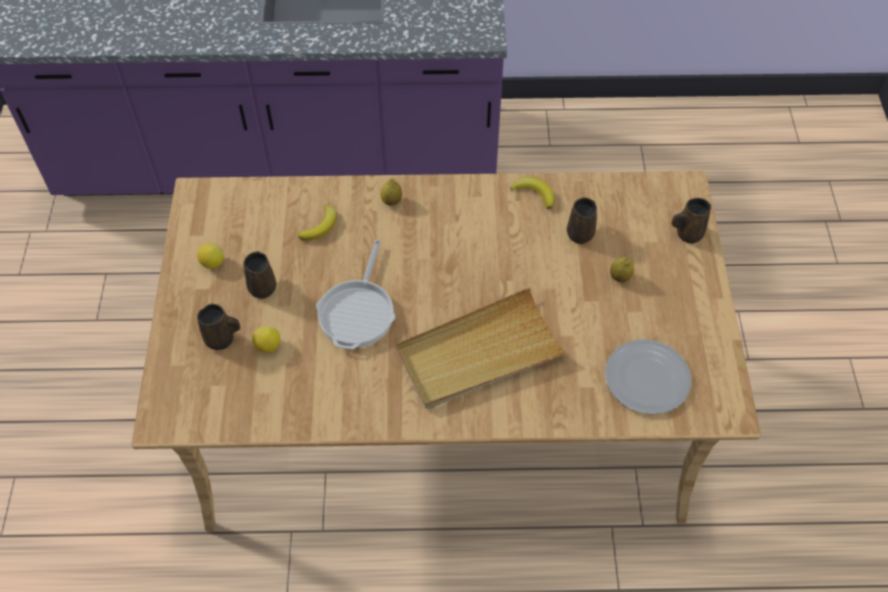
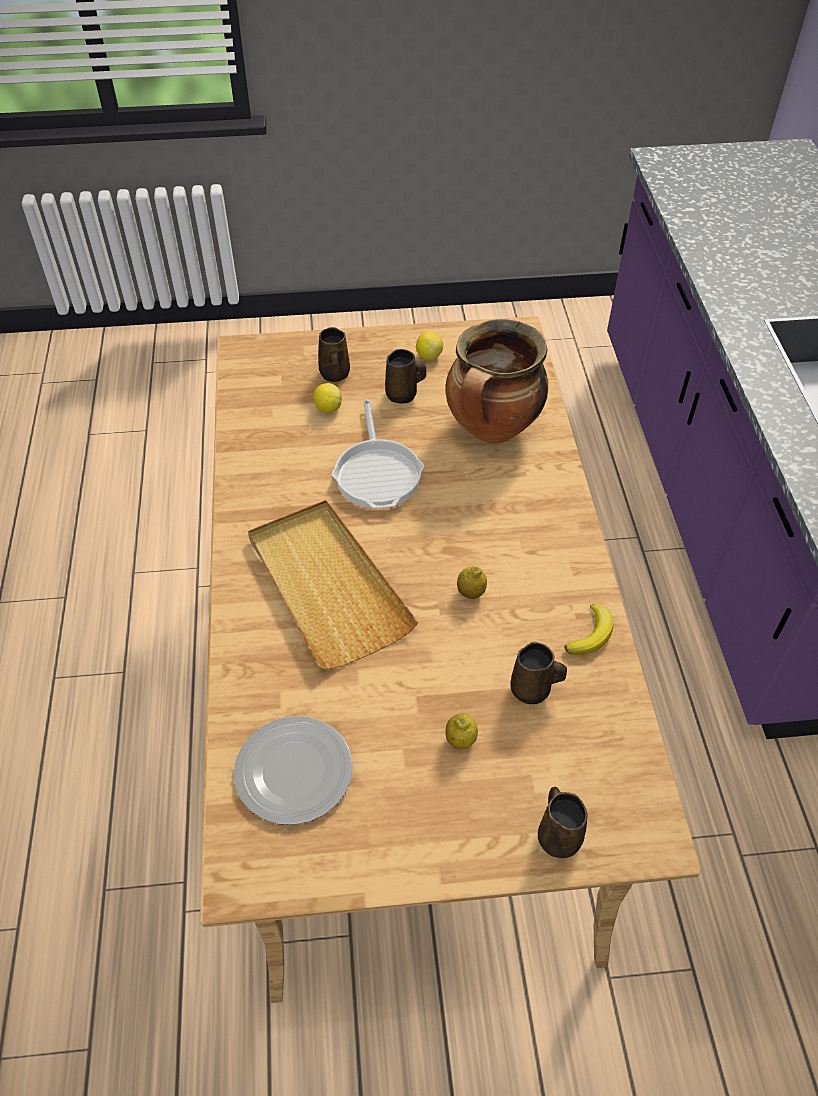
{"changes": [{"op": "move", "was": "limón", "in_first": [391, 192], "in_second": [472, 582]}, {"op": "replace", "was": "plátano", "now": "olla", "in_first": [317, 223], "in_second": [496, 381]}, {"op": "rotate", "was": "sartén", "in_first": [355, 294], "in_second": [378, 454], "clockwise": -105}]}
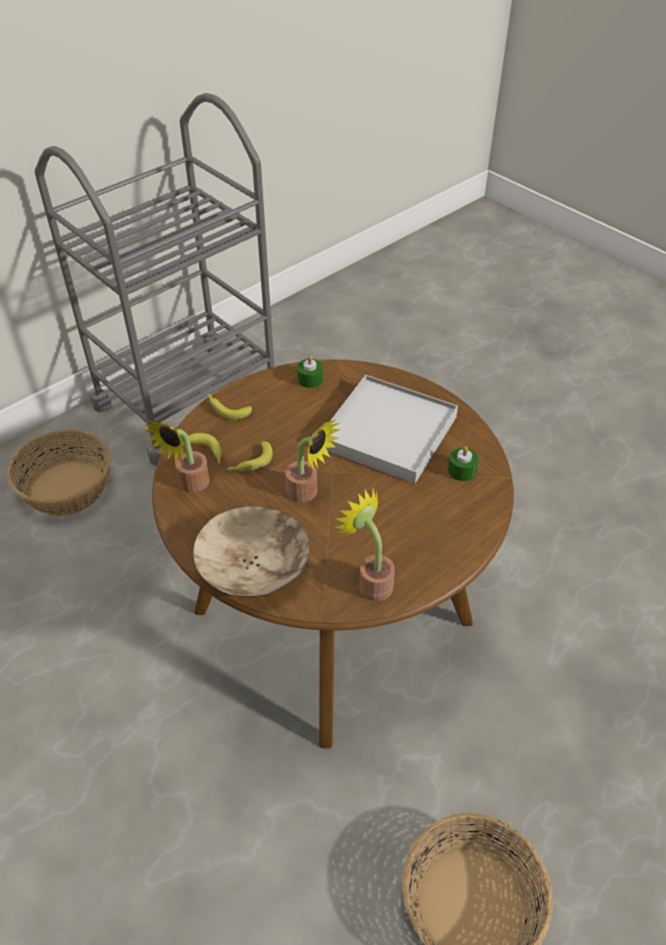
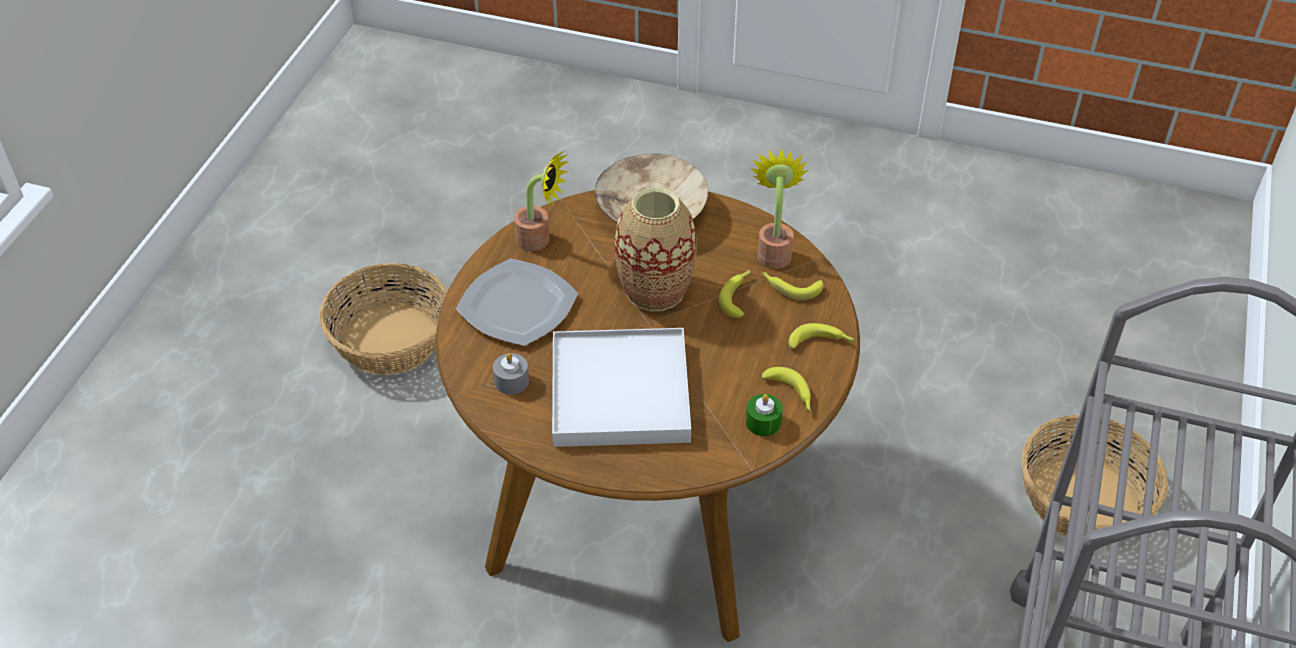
{"changes": [{"op": "replace", "was": "planta en maceta", "now": "florero", "in_first": [313, 461], "in_second": [656, 249]}, {"op": "recolor", "was": "vela (verde)", "now": "vela (gris)", "in_first": [463, 463], "in_second": [511, 374]}, {"op": "insert", "now": "plato", "in_second": [517, 302]}, {"op": "insert", "now": "plátano", "in_second": [786, 389]}]}
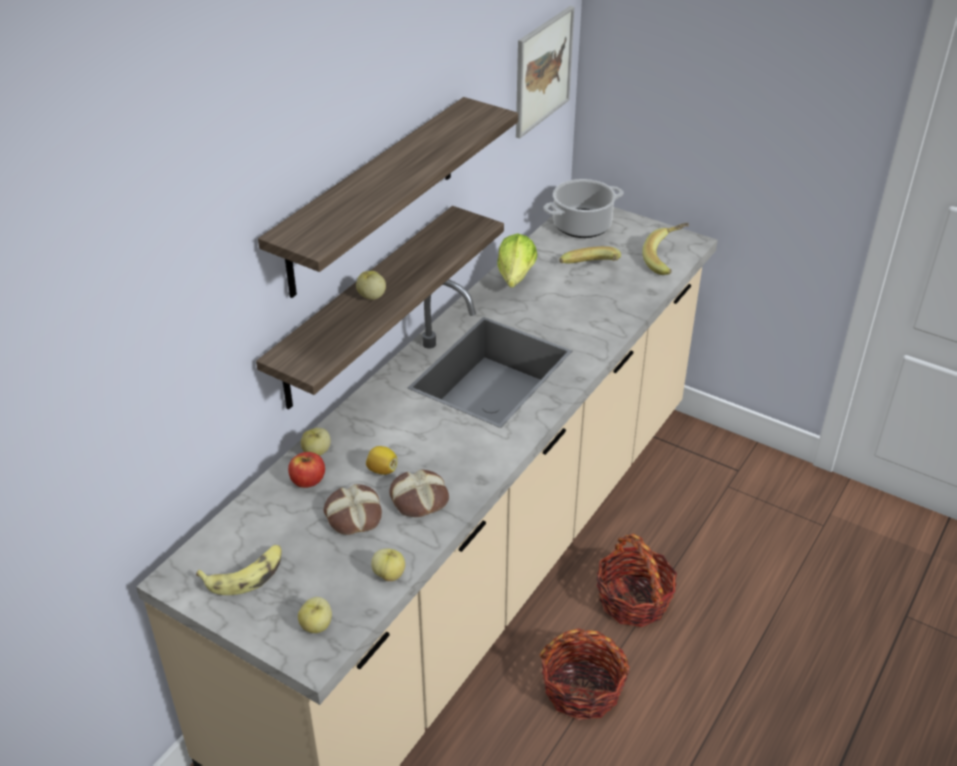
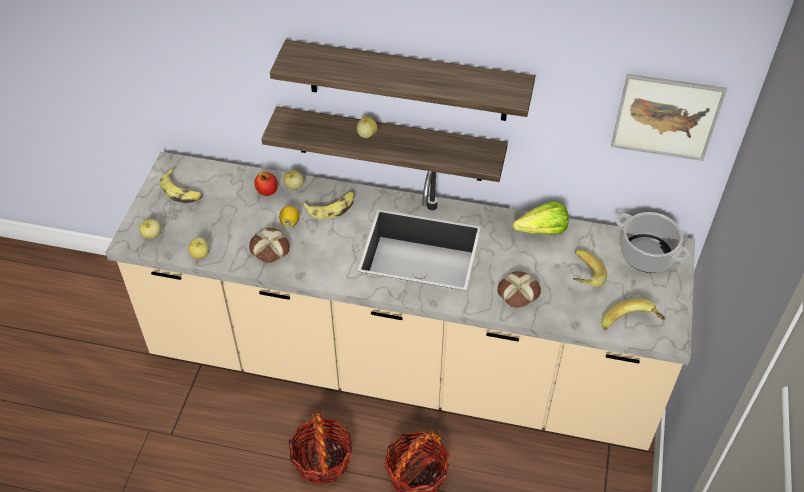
{"changes": [{"op": "move", "was": "pan", "in_first": [353, 509], "in_second": [519, 289]}, {"op": "insert", "now": "plátano", "in_second": [328, 205]}]}
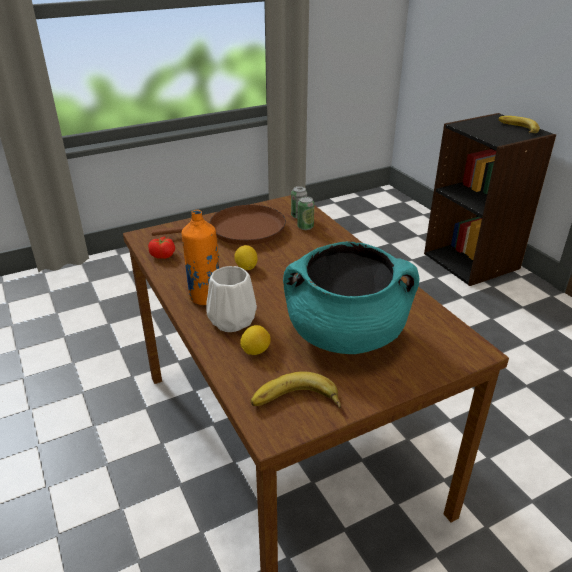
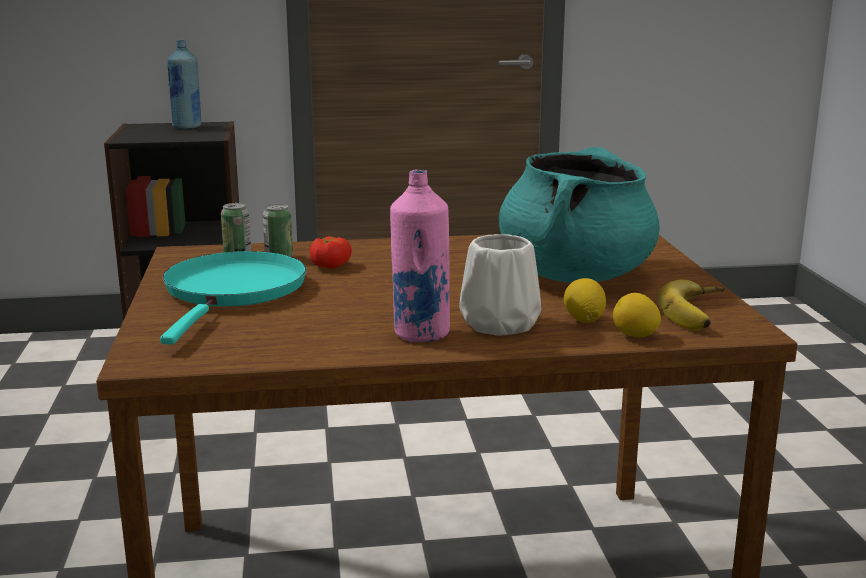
{"changes": [{"op": "replace", "was": "plátano", "now": "botella (azul)", "in_first": [519, 124], "in_second": [185, 84]}, {"op": "recolor", "was": "sartén (marrón)", "now": "sartén (turquesa)", "in_first": [219, 225], "in_second": [233, 298]}, {"op": "recolor", "was": "botella (naranja)", "now": "botella (rosa)", "in_first": [200, 257], "in_second": [420, 256]}, {"op": "move", "was": "tomate", "in_first": [161, 248], "in_second": [331, 252]}, {"op": "move", "was": "limón", "in_first": [246, 257], "in_second": [637, 315]}]}
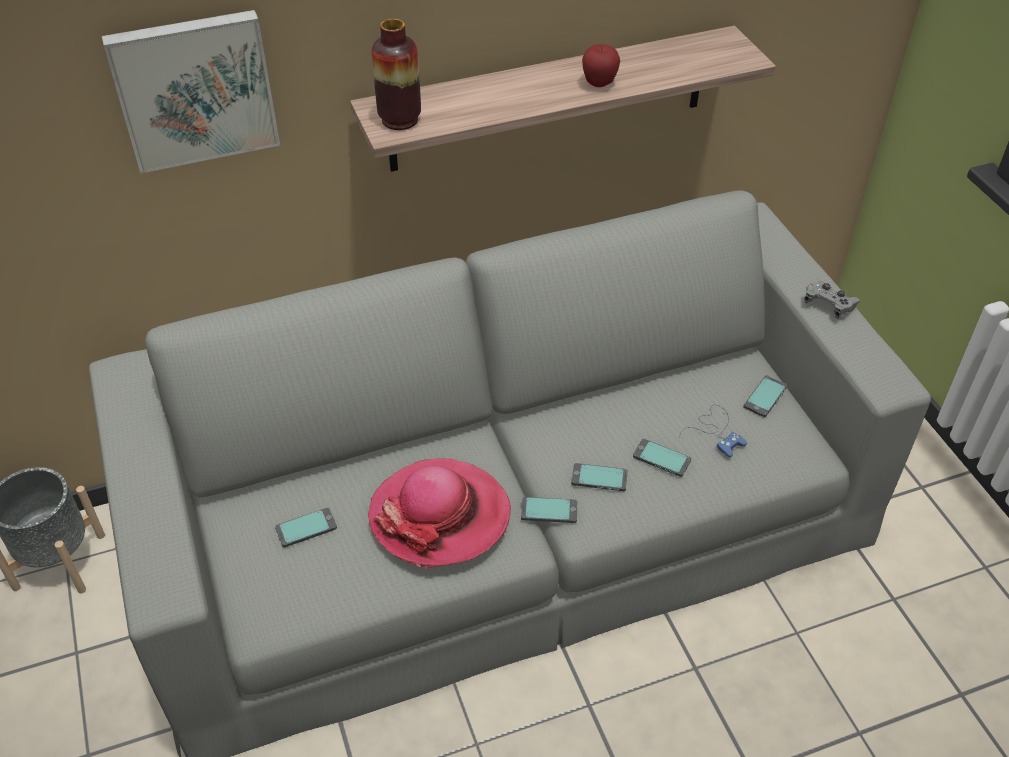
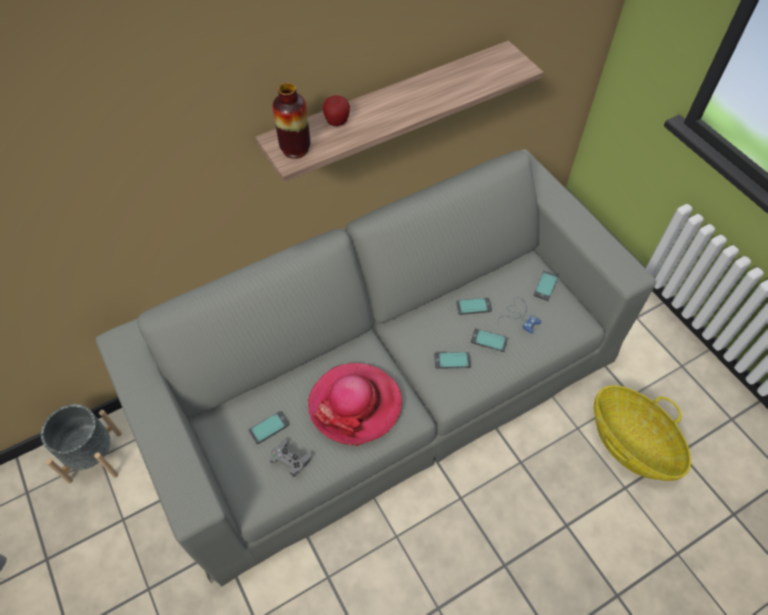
{"changes": [{"op": "delete", "was": "cuadro", "in_first": [191, 92]}, {"op": "move", "was": "manzana", "in_first": [601, 65], "in_second": [336, 111]}, {"op": "move", "was": "mando de consola (gris)", "in_first": [832, 299], "in_second": [291, 458]}, {"op": "move", "was": "móvil", "in_first": [549, 510], "in_second": [474, 306]}, {"op": "insert", "now": "cesta", "in_second": [642, 433]}]}
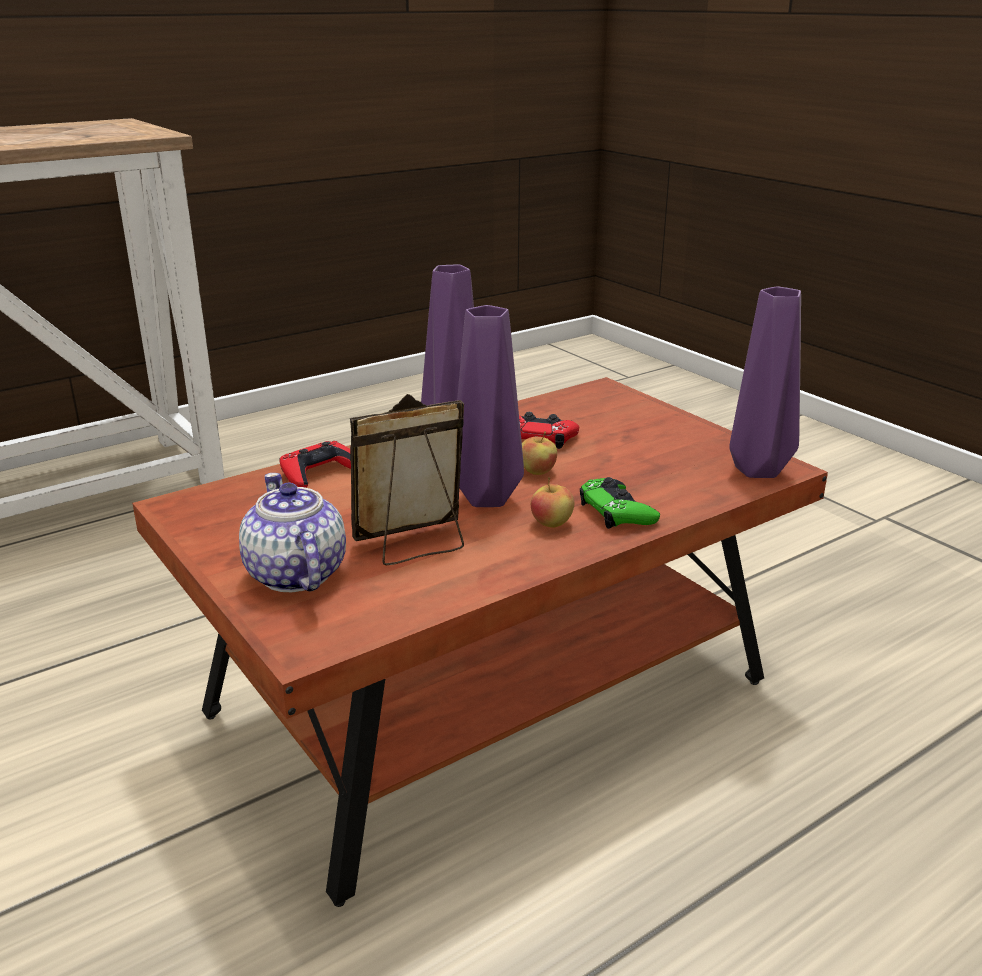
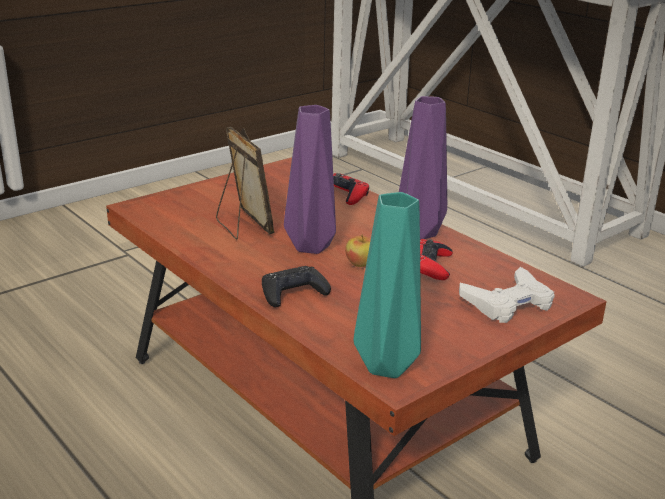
{"changes": [{"op": "recolor", "was": "florero (morado)", "now": "florero (turquesa)", "in_first": [765, 382], "in_second": [387, 285]}, {"op": "delete", "was": "tetera", "in_first": [292, 532]}, {"op": "delete", "was": "manzana", "in_first": [552, 502]}, {"op": "recolor", "was": "mando de consola (verde)", "now": "mando de consola (negro)", "in_first": [620, 503], "in_second": [296, 287]}, {"op": "insert", "now": "mando de consola (blanco)", "in_second": [507, 295]}]}
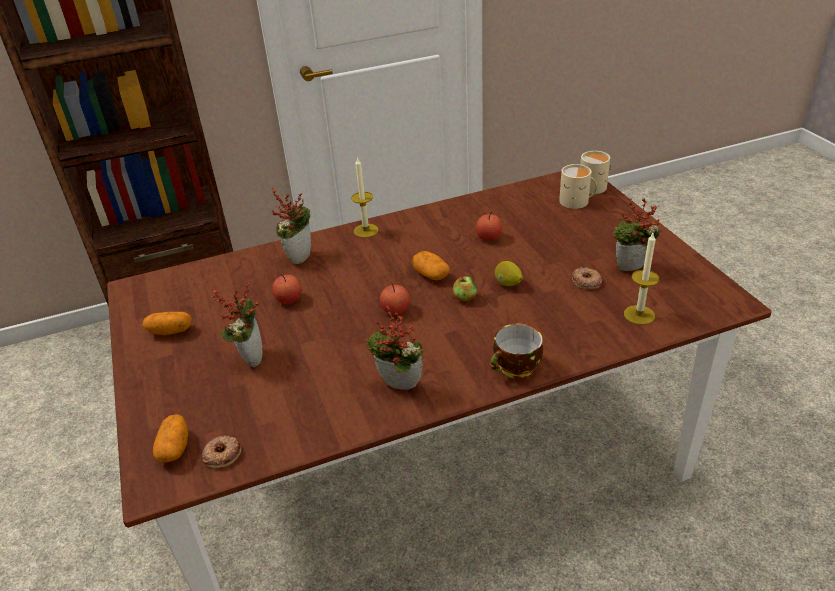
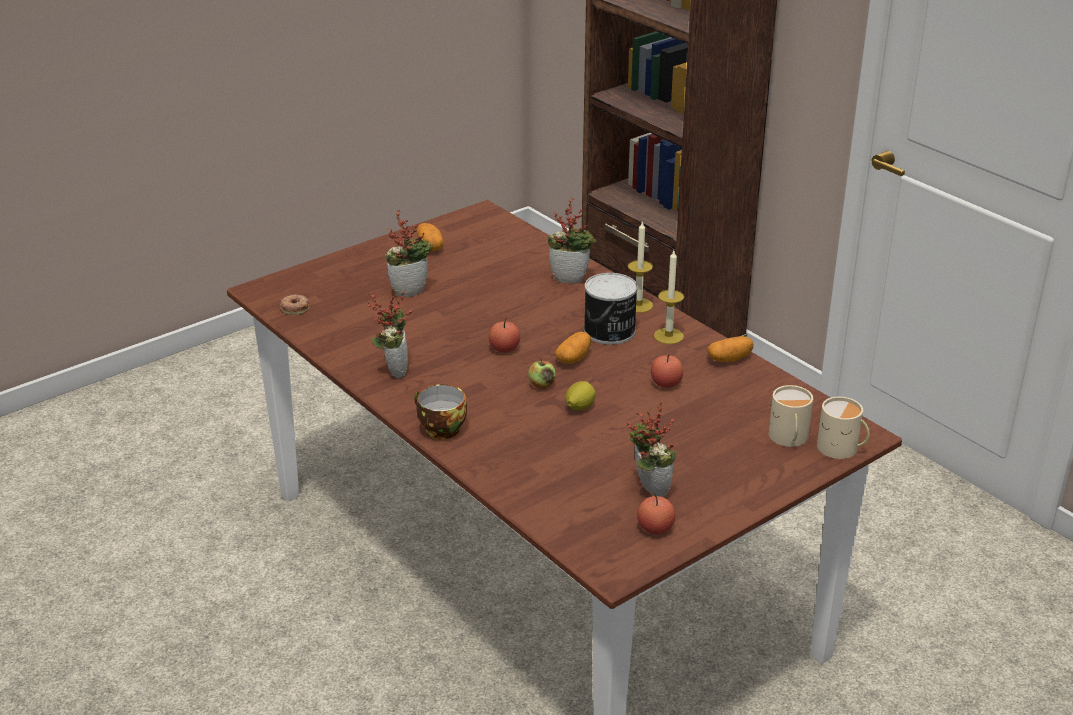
{"changes": [{"op": "move", "was": "vela", "in_first": [641, 279], "in_second": [669, 297]}, {"op": "delete", "was": "rosquilla", "in_first": [587, 278]}, {"op": "move", "was": "manzana", "in_first": [287, 289], "in_second": [656, 513]}, {"op": "move", "was": "patata", "in_first": [170, 438], "in_second": [730, 349]}, {"op": "insert", "now": "lata", "in_second": [611, 309]}]}
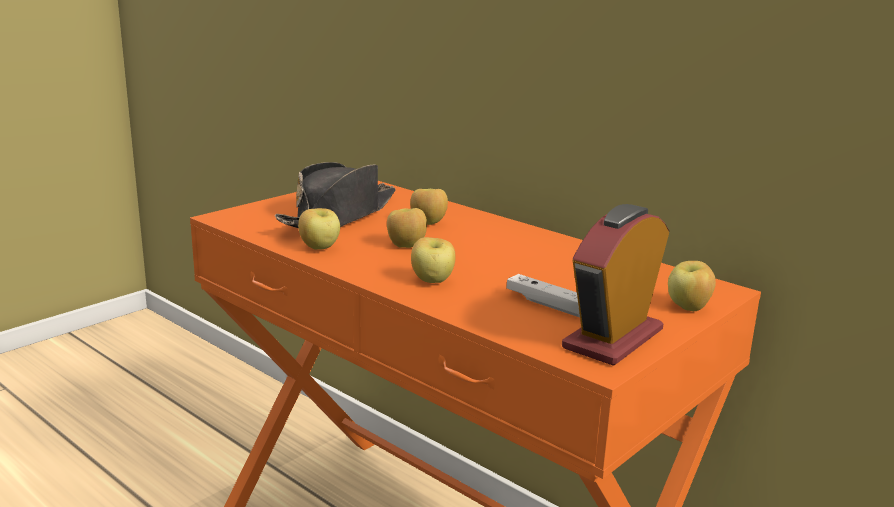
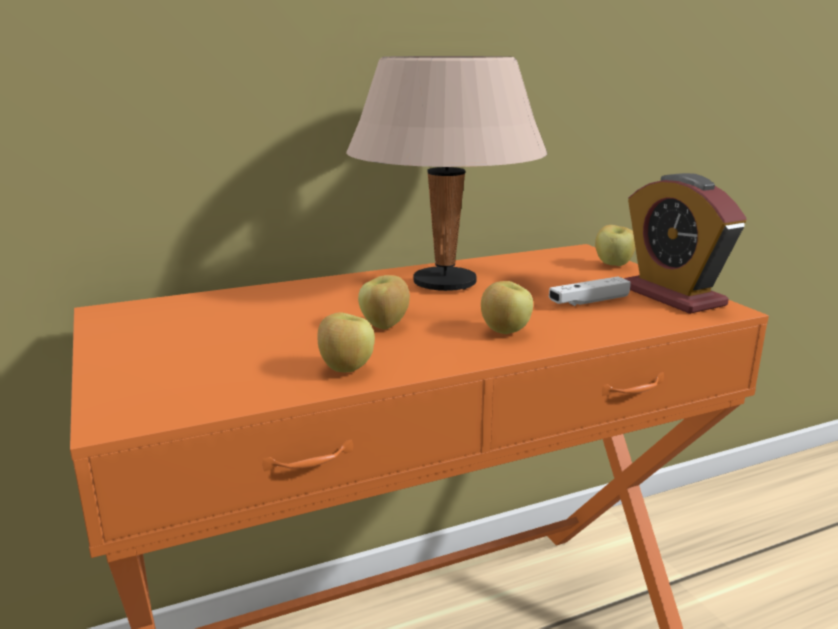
{"changes": [{"op": "delete", "was": "sombrero (negro)", "in_first": [335, 195]}, {"op": "delete", "was": "manzana", "in_first": [429, 207]}, {"op": "insert", "now": "lámpara de mesa (beis)", "in_second": [446, 173]}]}
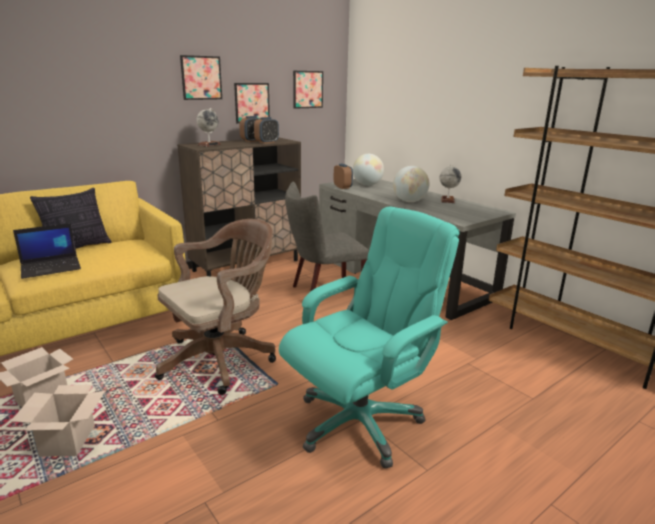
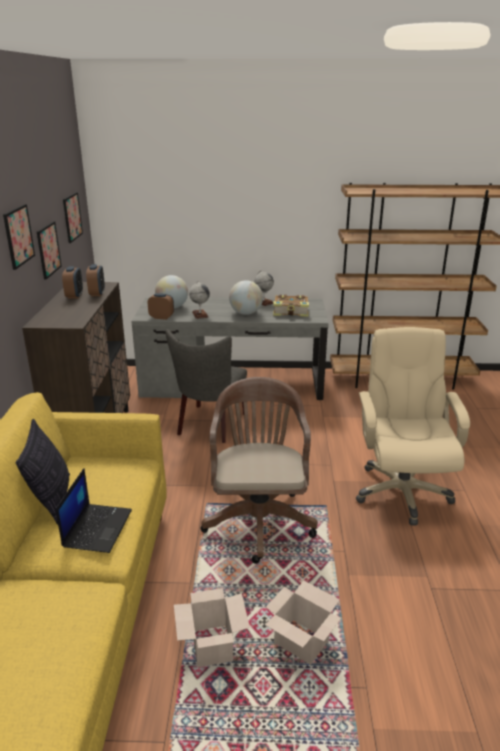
{"changes": [{"op": "move", "was": "globo terráqueo", "in_first": [208, 127], "in_second": [199, 300]}, {"op": "recolor", "was": "silla de oficina (turquesa)", "now": "silla de oficina (beis)", "in_first": [369, 337], "in_second": [413, 426]}, {"op": "insert", "now": "libro", "in_second": [291, 306]}]}
